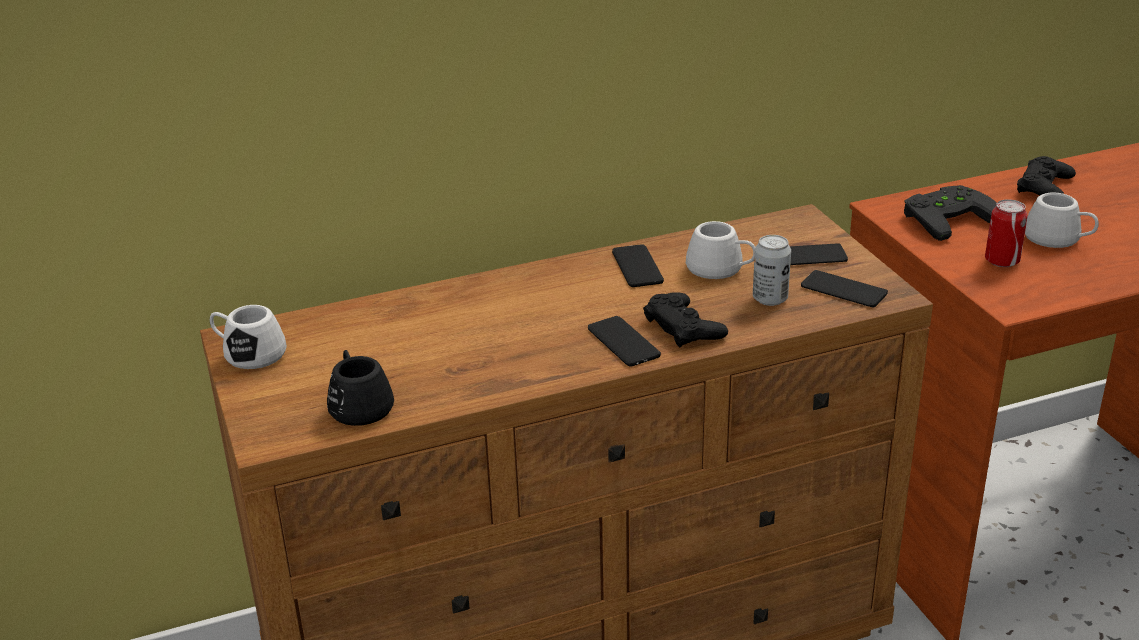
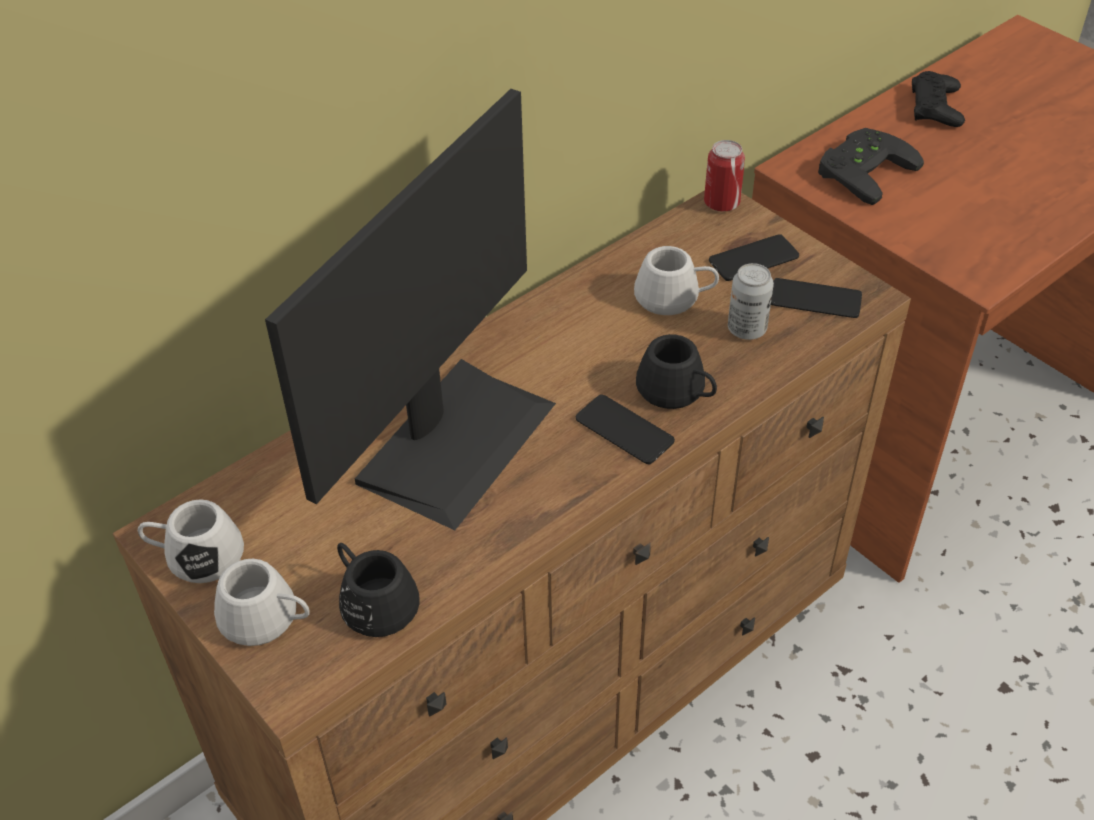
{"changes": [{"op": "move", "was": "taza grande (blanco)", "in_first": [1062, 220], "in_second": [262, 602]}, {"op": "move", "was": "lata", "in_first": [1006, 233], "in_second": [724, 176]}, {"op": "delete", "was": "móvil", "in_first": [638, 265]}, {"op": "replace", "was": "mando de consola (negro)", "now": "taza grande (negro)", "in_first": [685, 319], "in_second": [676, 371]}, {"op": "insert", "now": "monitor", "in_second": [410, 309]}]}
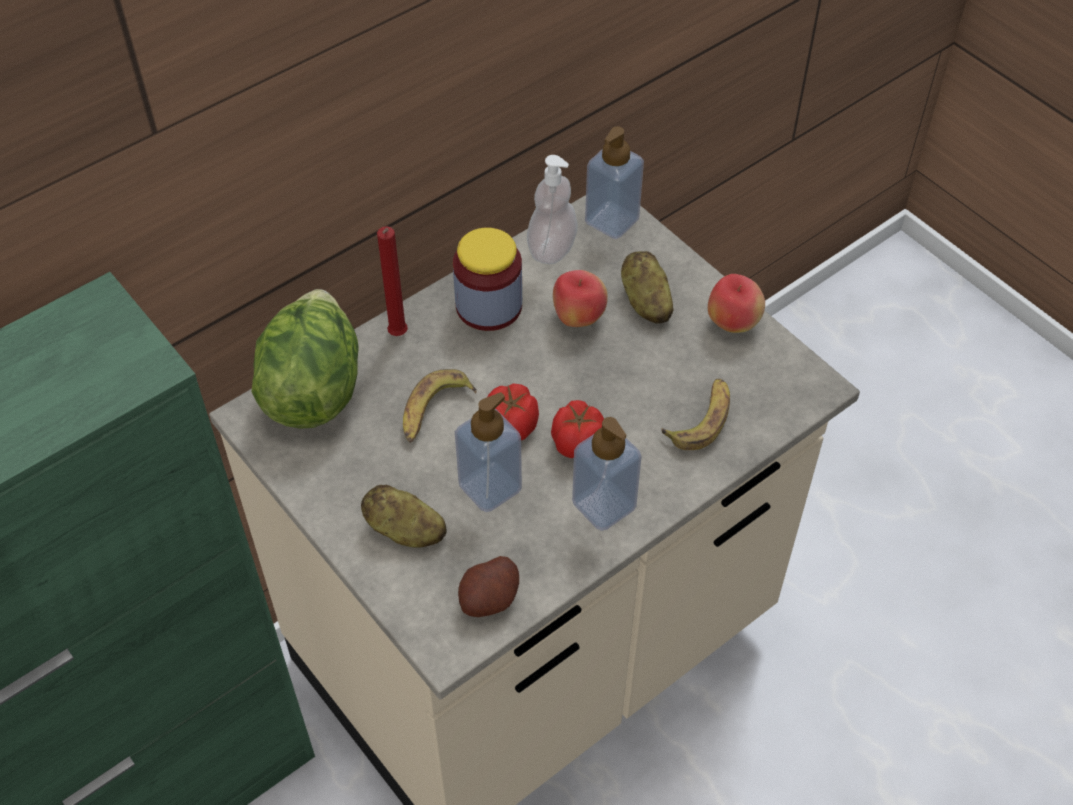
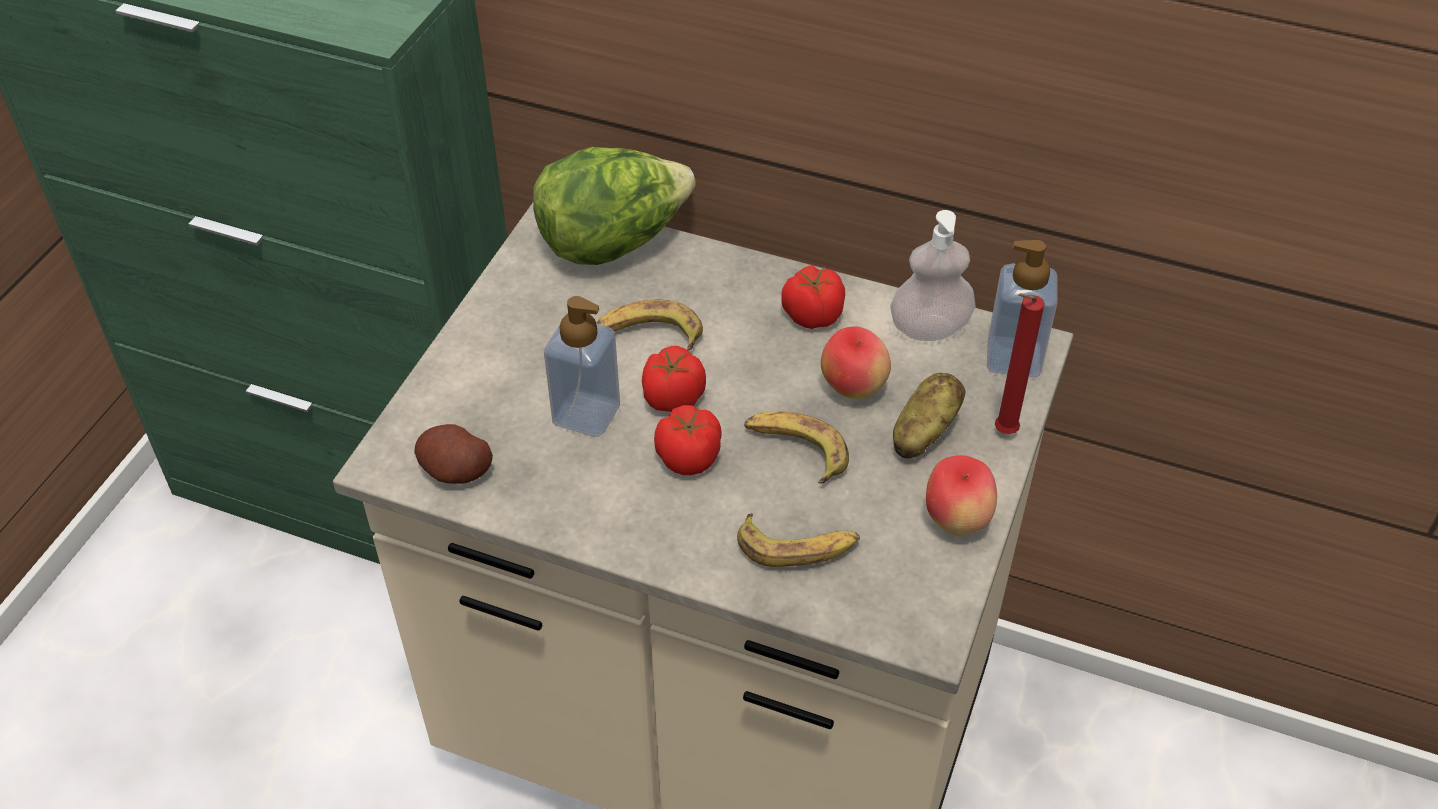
{"changes": [{"op": "move", "was": "vela (rojo)", "in_first": [392, 281], "in_second": [1020, 363]}, {"op": "replace", "was": "tarro", "now": "tomate", "in_first": [487, 279], "in_second": [813, 297]}, {"op": "delete", "was": "dispensador de jabón", "in_first": [607, 474]}, {"op": "delete", "was": "patata", "in_first": [404, 516]}, {"op": "insert", "now": "plátano", "in_second": [796, 447]}]}
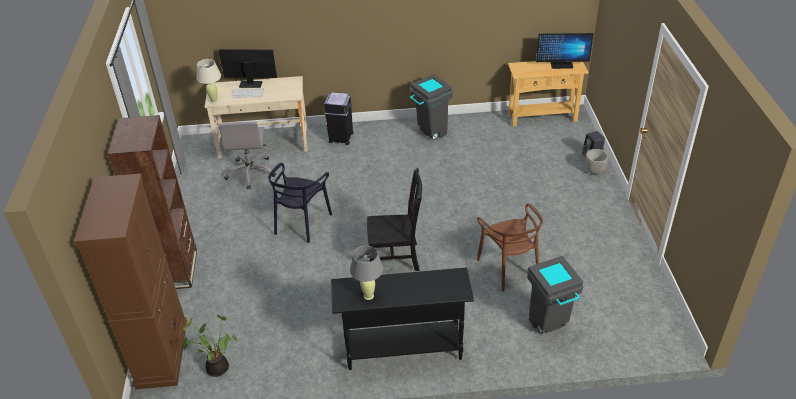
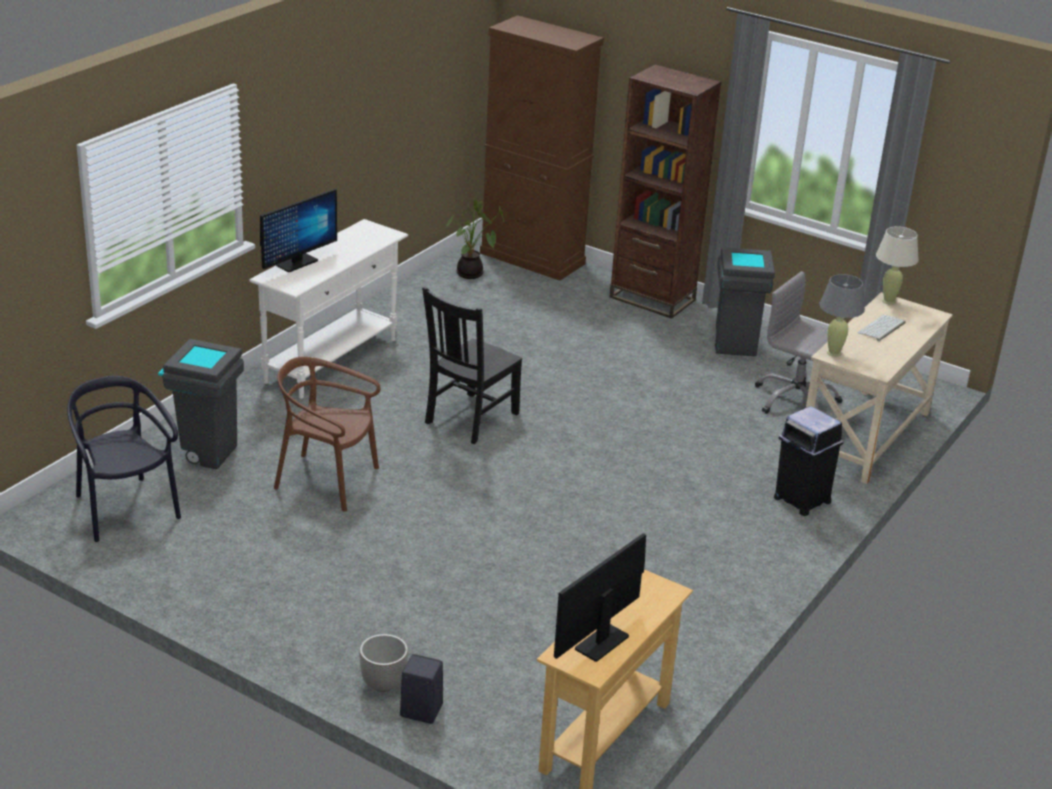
{"changes": [{"op": "move", "was": "monitor", "in_first": [248, 68], "in_second": [298, 230]}, {"op": "move", "was": "papelera (gris)", "in_first": [431, 107], "in_second": [745, 301]}, {"op": "move", "was": "silla (negro)", "in_first": [300, 203], "in_second": [124, 459]}, {"op": "move", "was": "lámpara de mesa (gris)", "in_first": [366, 273], "in_second": [842, 315]}, {"op": "recolor", "was": "mesa consola (negro)", "now": "mesa consola (blanco)", "in_first": [402, 318], "in_second": [328, 309]}]}
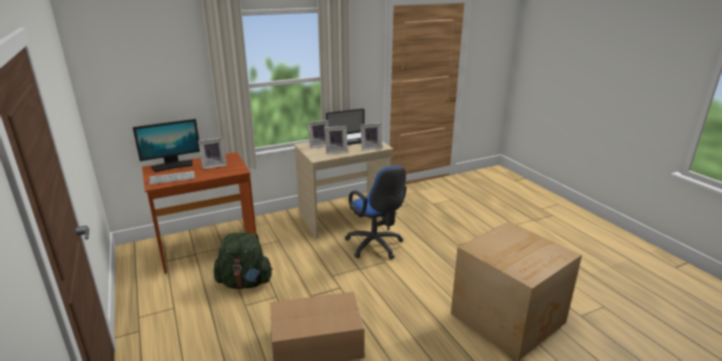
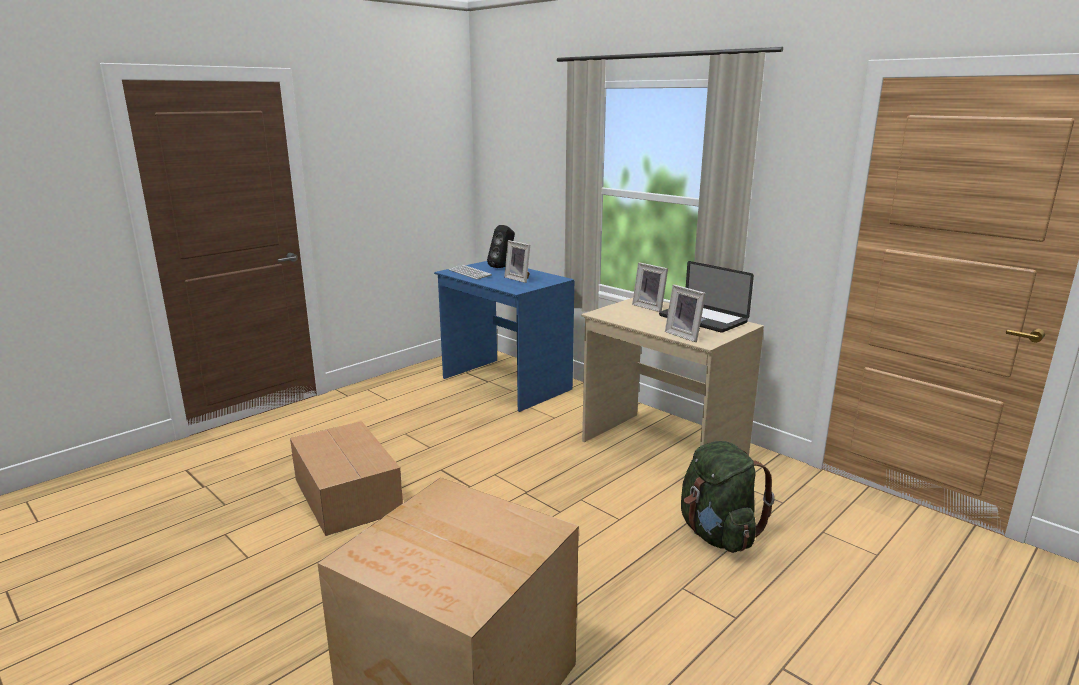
{"changes": [{"op": "replace", "was": "monitor", "now": "altavoz (negro)", "in_first": [166, 145], "in_second": [501, 246]}, {"op": "delete", "was": "portarretratos", "in_first": [336, 140]}, {"op": "recolor", "was": "escritorio (marrón)", "now": "escritorio (azul)", "in_first": [199, 213], "in_second": [504, 336]}, {"op": "delete", "was": "silla de oficina (azul)", "in_first": [376, 212]}, {"op": "move", "was": "mochila (verde)", "in_first": [243, 261], "in_second": [728, 497]}]}
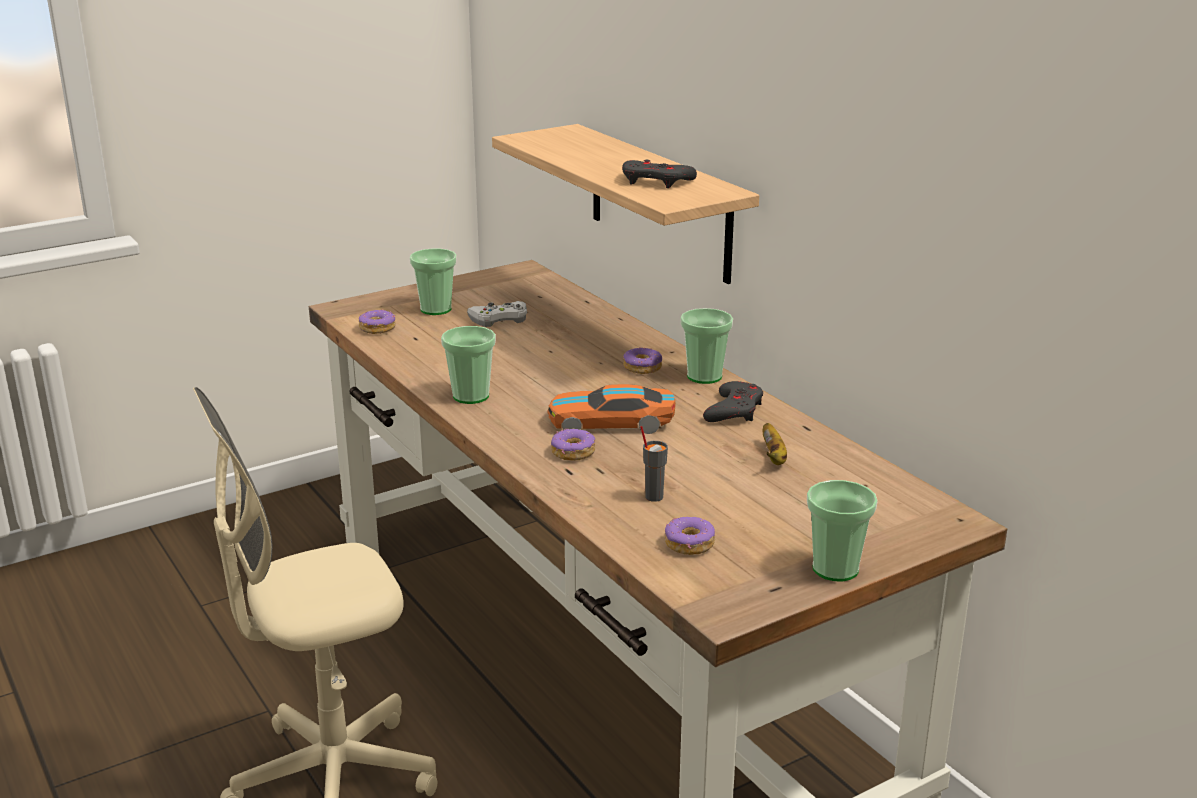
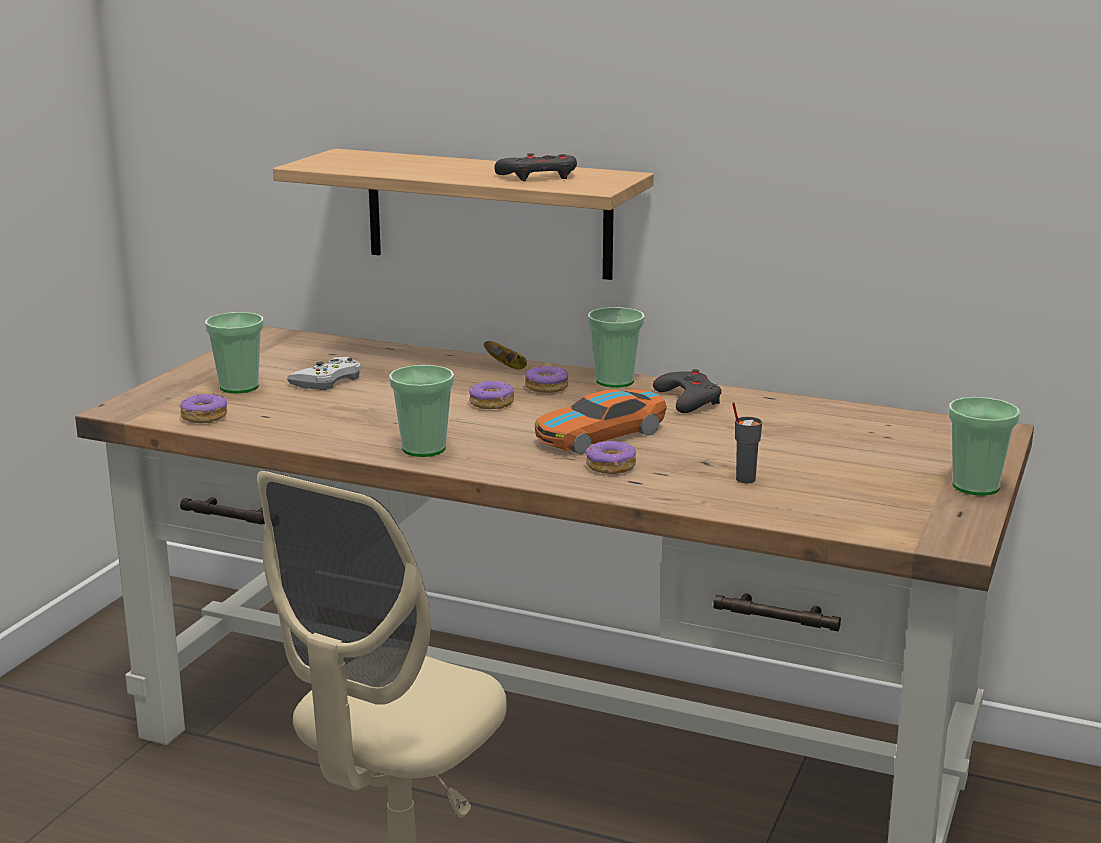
{"changes": [{"op": "move", "was": "plátano", "in_first": [775, 444], "in_second": [505, 355]}, {"op": "move", "was": "rosquilla", "in_first": [690, 536], "in_second": [491, 395]}]}
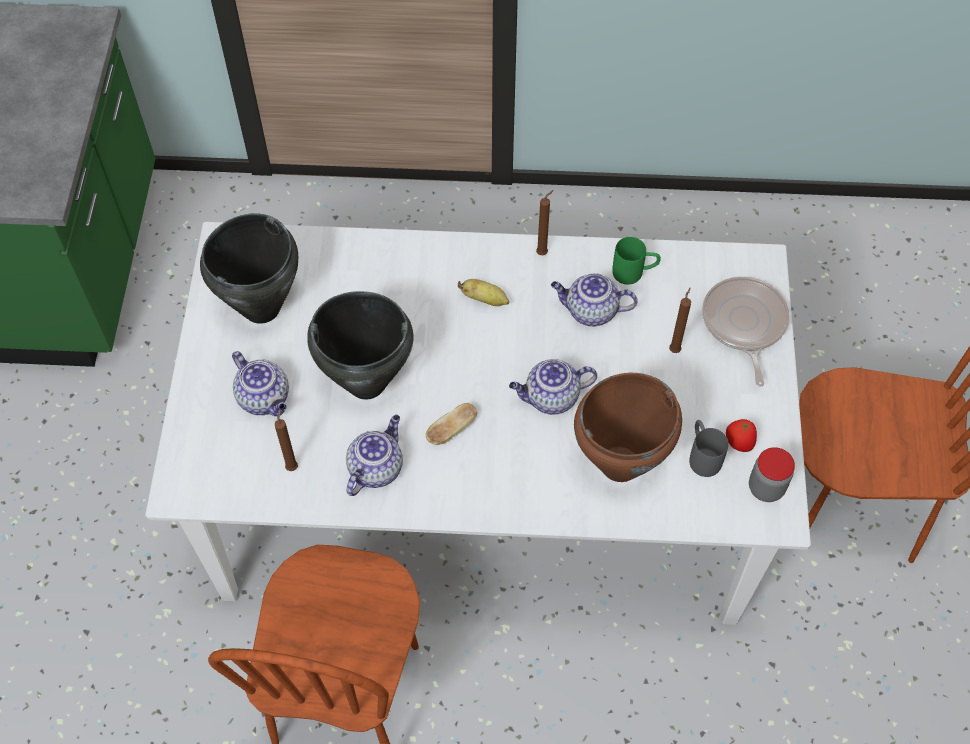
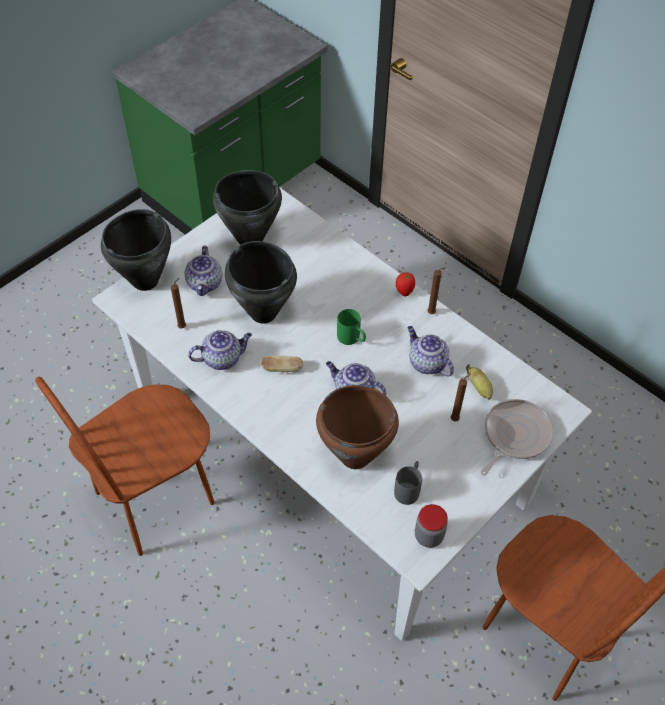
{"changes": [{"op": "move", "was": "taza grande (verde)", "in_first": [636, 261], "in_second": [351, 327]}, {"op": "move", "was": "plátano", "in_first": [483, 292], "in_second": [479, 382]}, {"op": "move", "was": "tomate", "in_first": [741, 435], "in_second": [405, 284]}, {"op": "insert", "now": "olla (negro)", "in_second": [136, 250]}]}
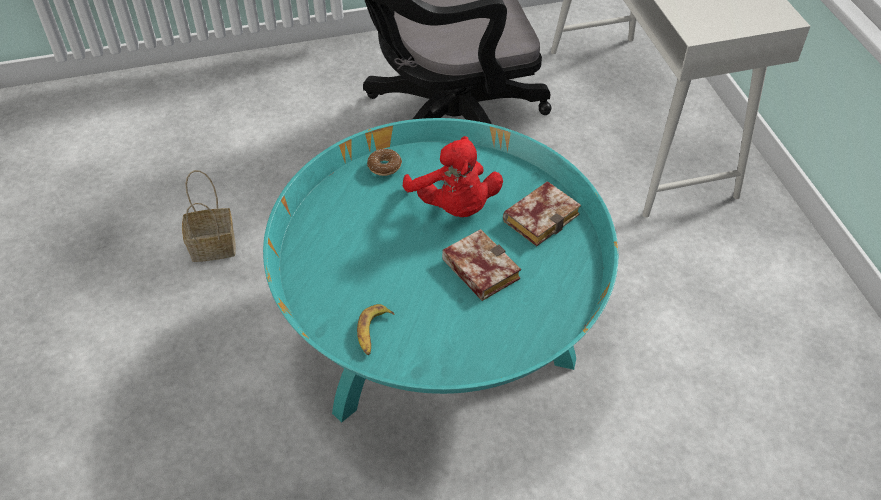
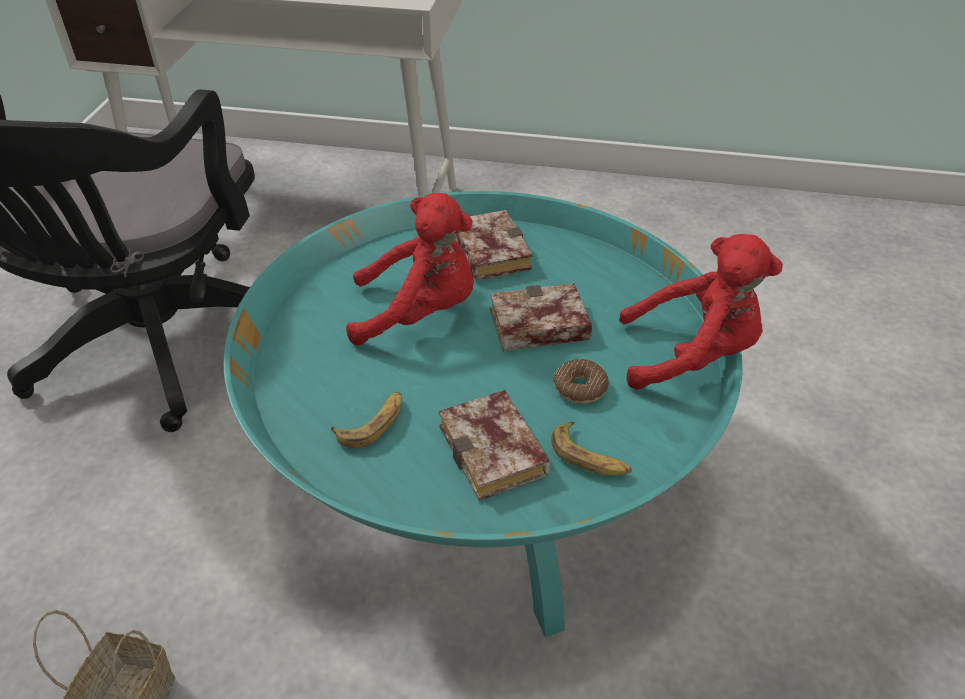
{"changes": [{"op": "move", "was": "rosquilla", "in_first": [384, 162], "in_second": [581, 381]}, {"op": "insert", "now": "peluche (rojo)", "in_second": [701, 312]}, {"op": "insert", "now": "libro", "in_second": [494, 445]}, {"op": "insert", "now": "plátano", "in_second": [366, 420]}]}
